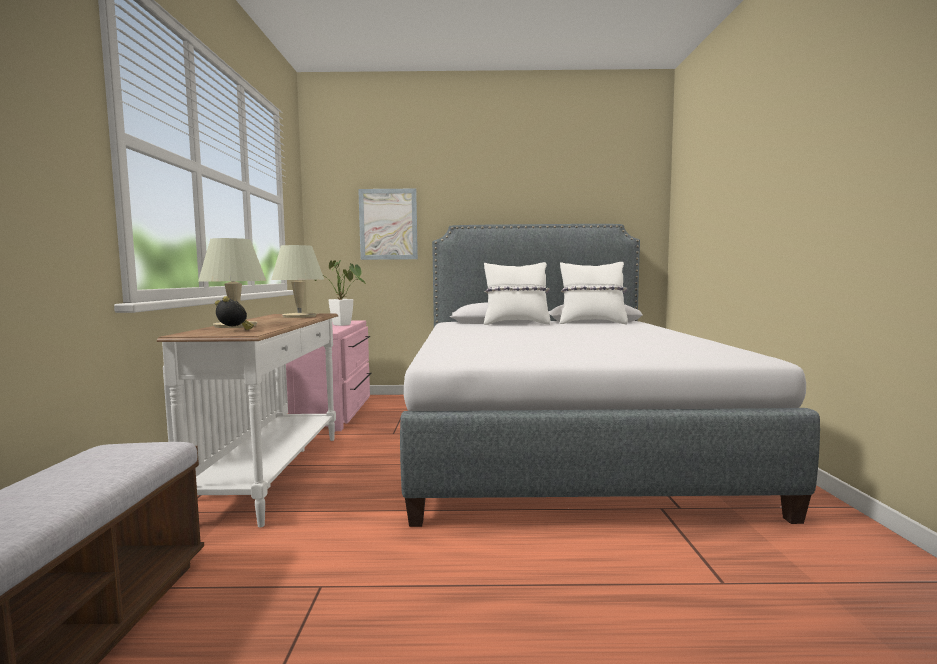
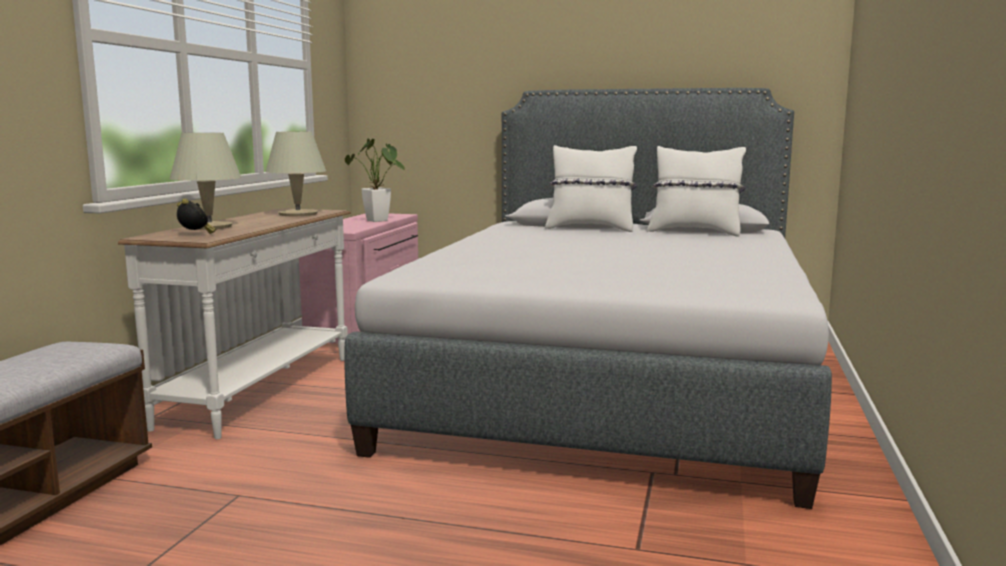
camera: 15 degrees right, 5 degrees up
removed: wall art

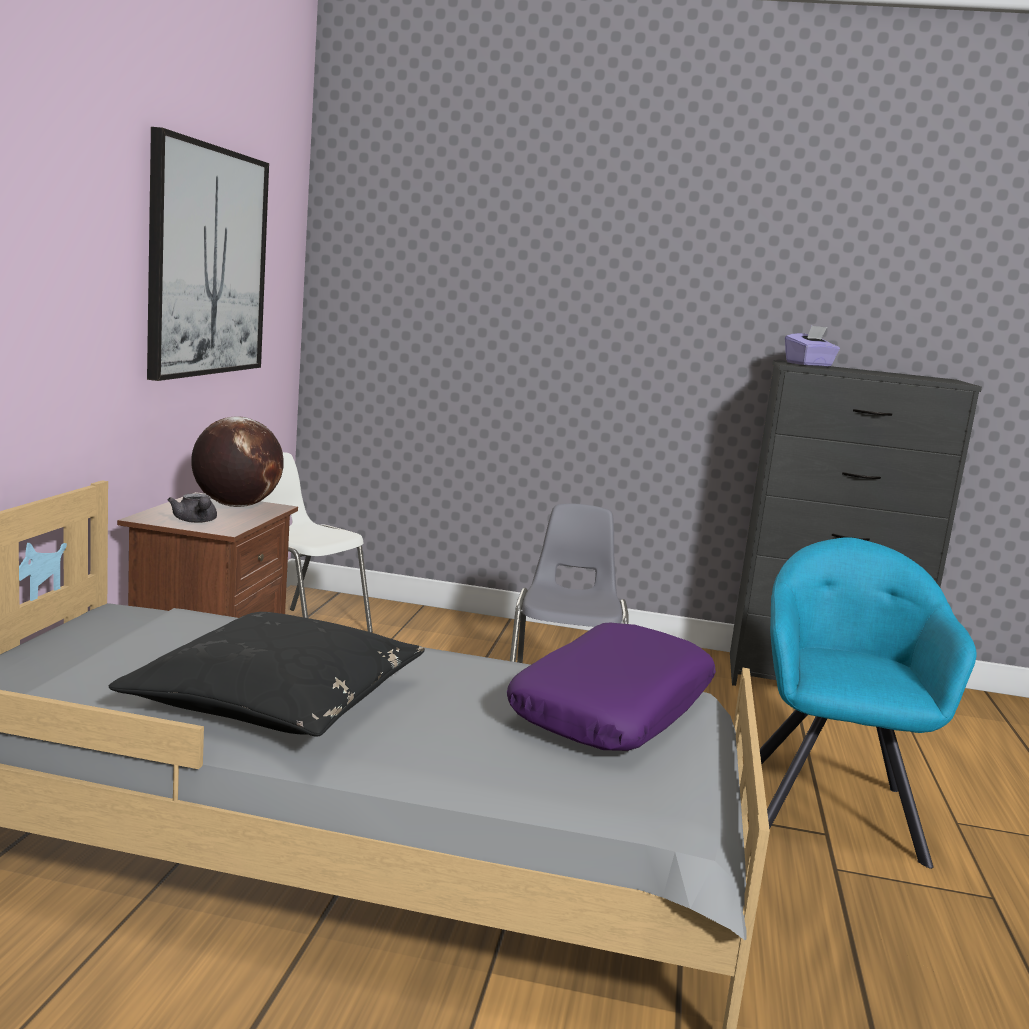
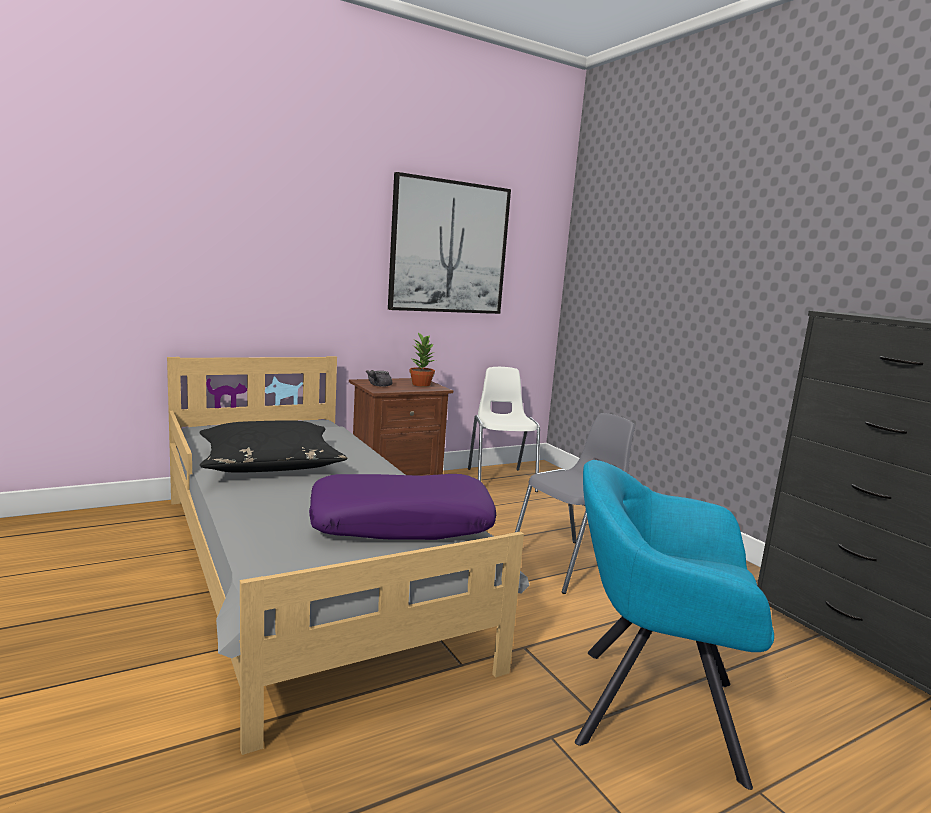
camera: 50 degrees right, 0 degrees up
removed: purple-coloured tissue box
replaced: desk globe to plant in a pot
turned: turquoise-coloured easy chair 135 degrees counterclockwise

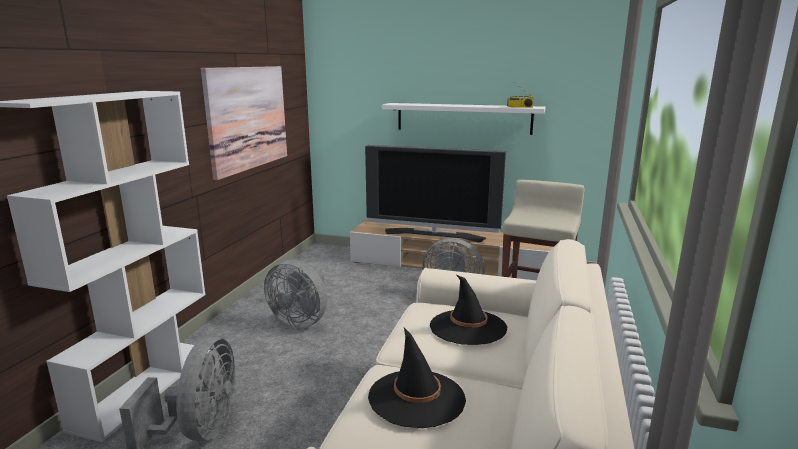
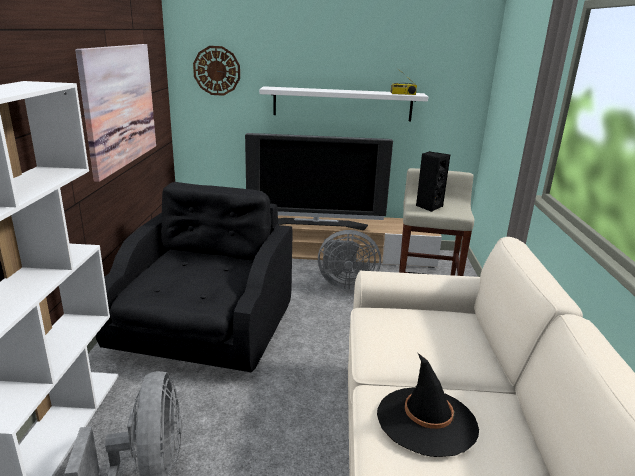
camera: 15 degrees left, 5 degrees up
removed: blackish wearable hat (2nd from left)
added: wall clock; blackish audio speaker
replaced: grey electric fan (2nd from left) to blackish easy chair

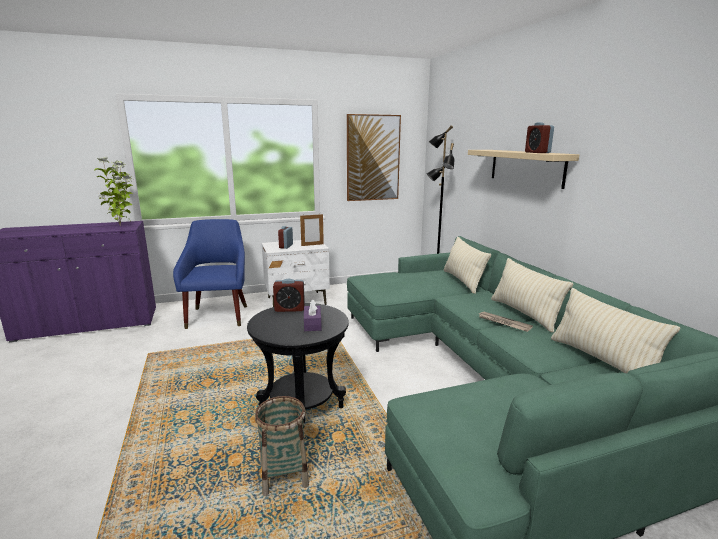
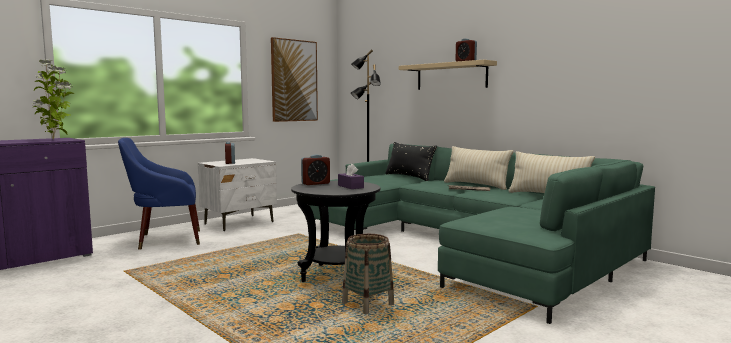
camera: 25 degrees left, 10 degrees down
removed: picture frame
recoloured: beige throw pillow (1st from left) to blackish throw pillow
turned: bluish easy chair 75 degrees counterclockwise

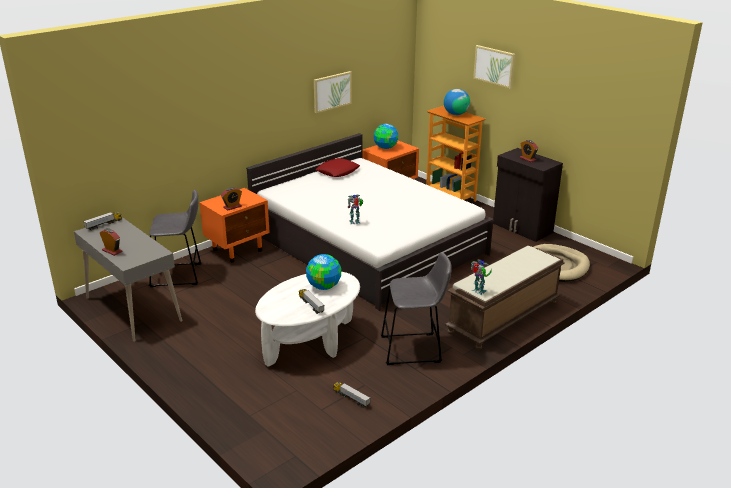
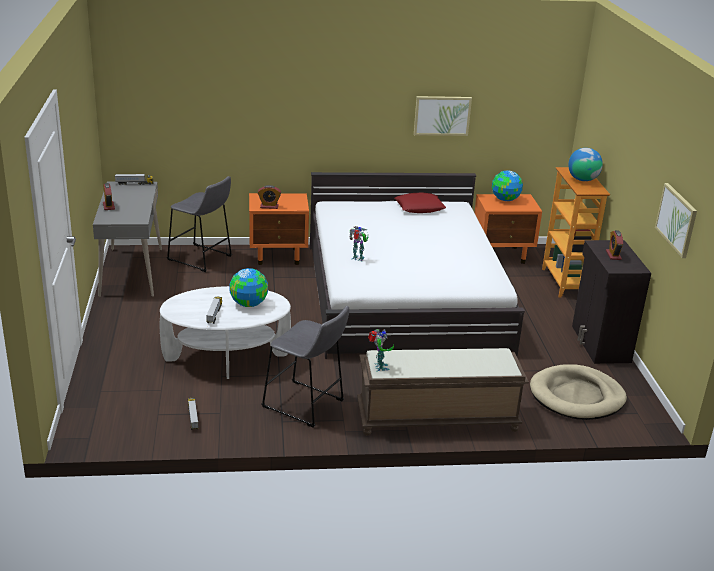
camera: 35 degrees right, 0 degrees up
moved: wall art (2nd from left)

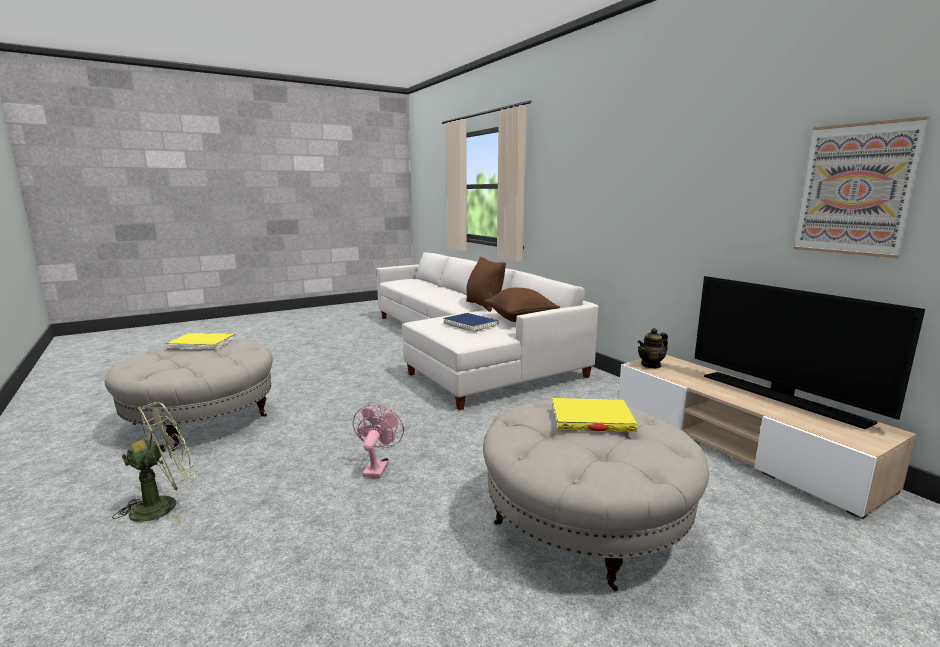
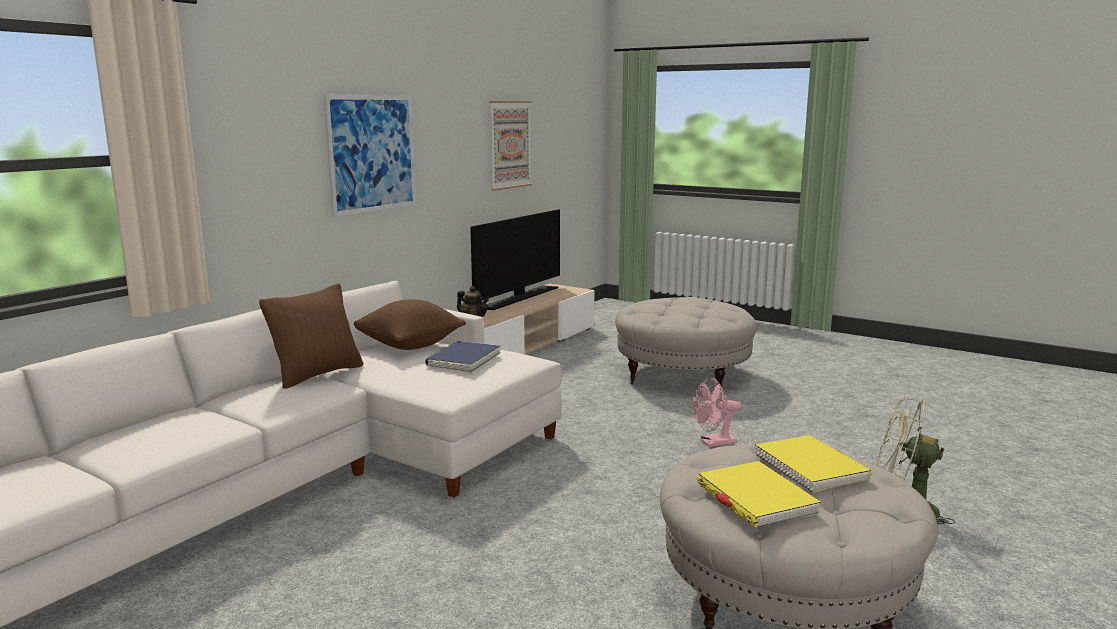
camera: 115 degrees left, 0 degrees up
added: wall art (1st from left)
moved: yellow-coloured bound book (2nd from left)

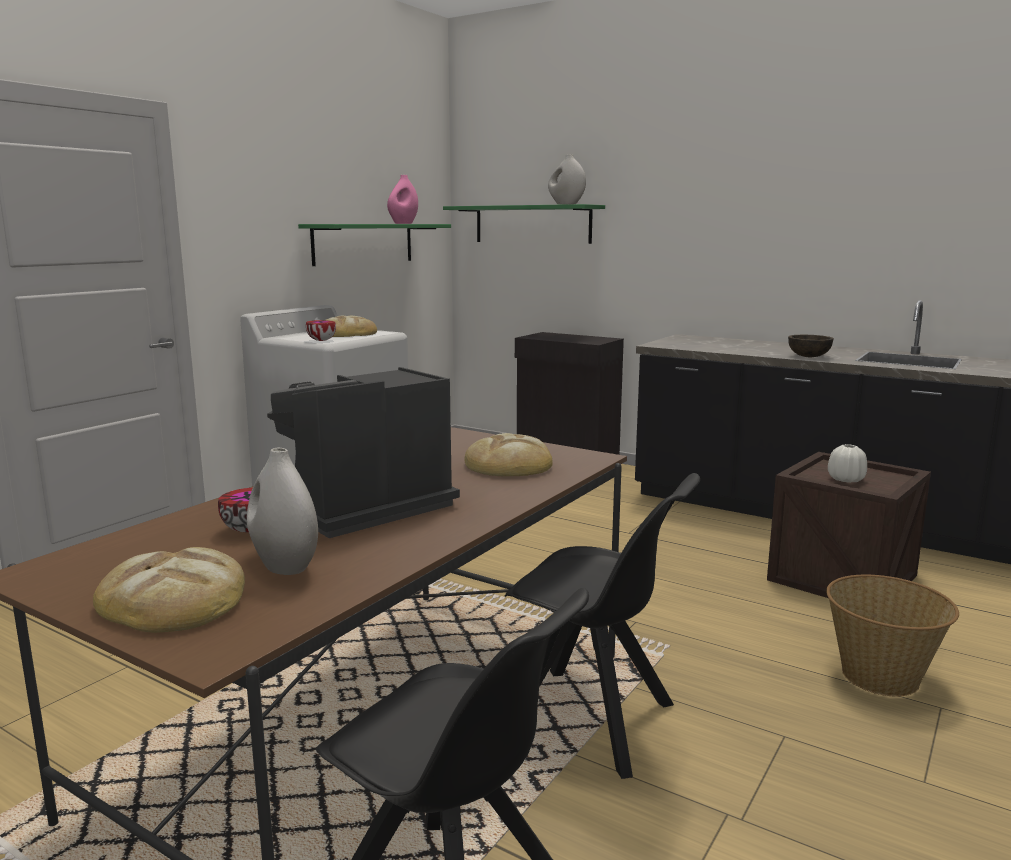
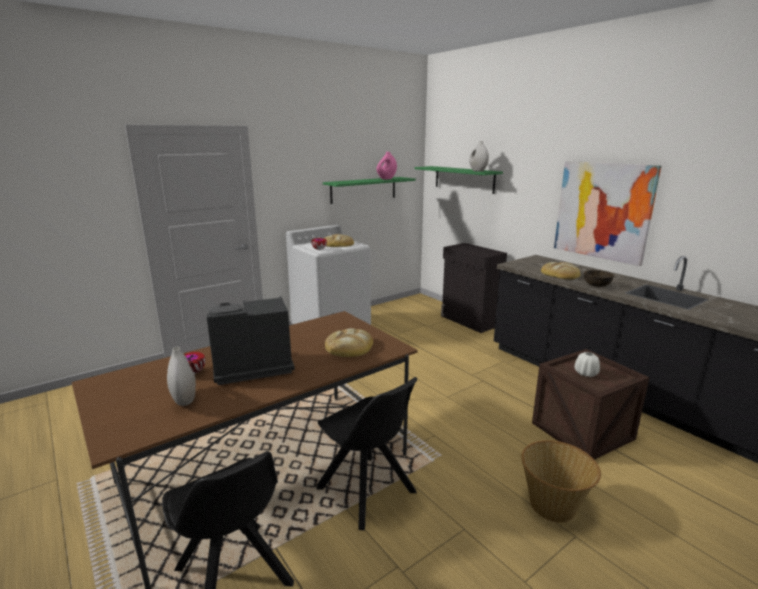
camera: 20 degrees right, 5 degrees up
added: wall art
moved: bread (1st from left in the first image) to bread (3rd from left)

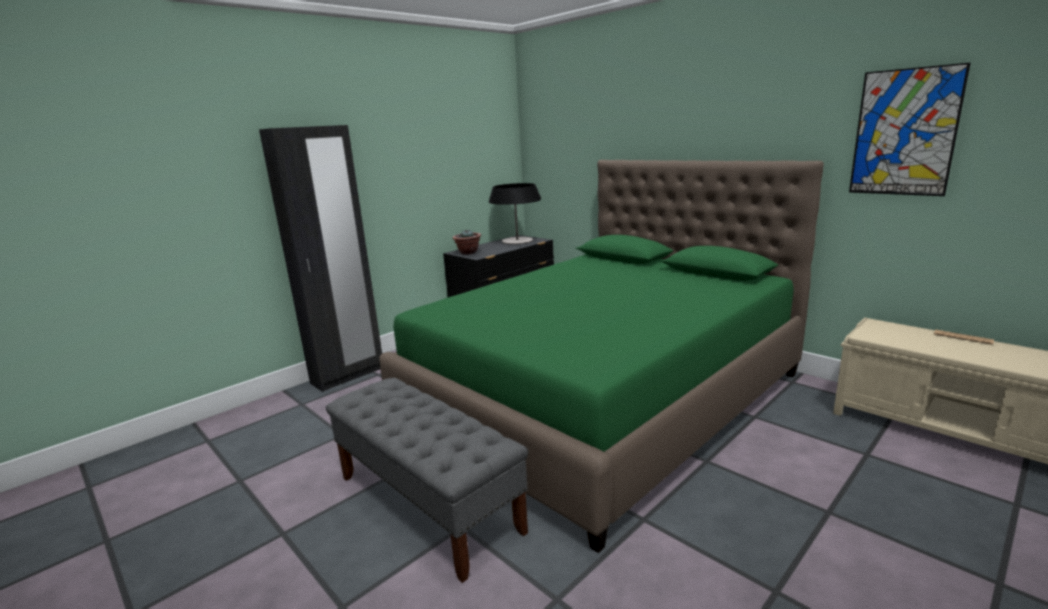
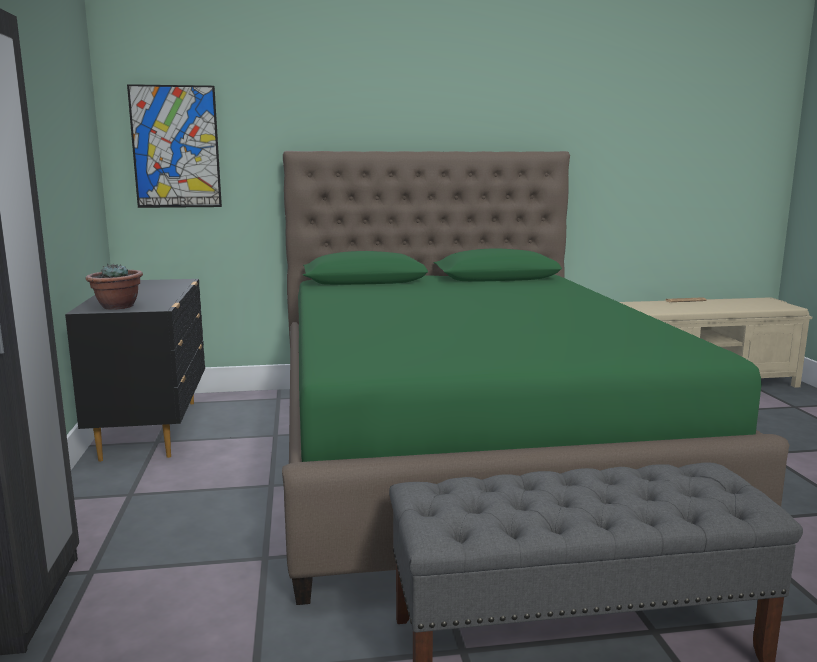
camera: 55 degrees left, 5 degrees down
removed: tabletop lamp
moved: wall art

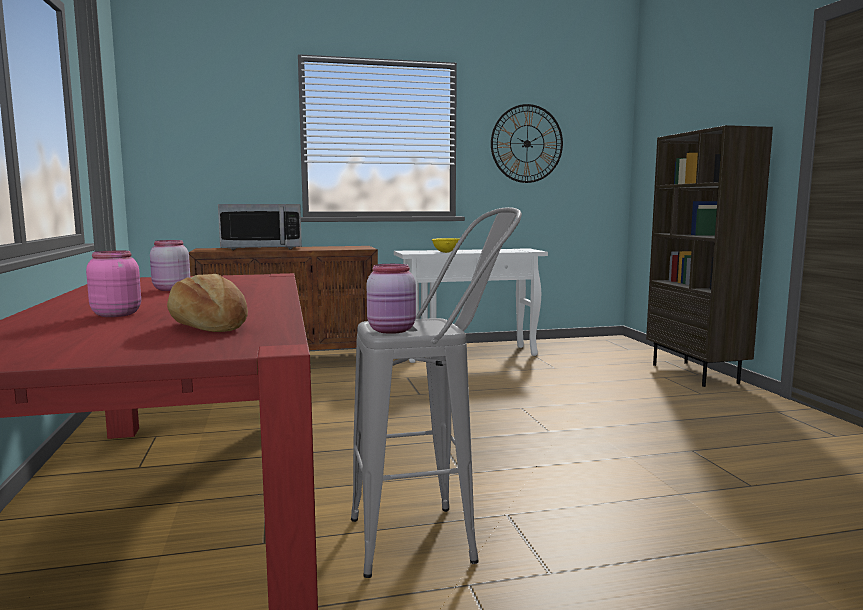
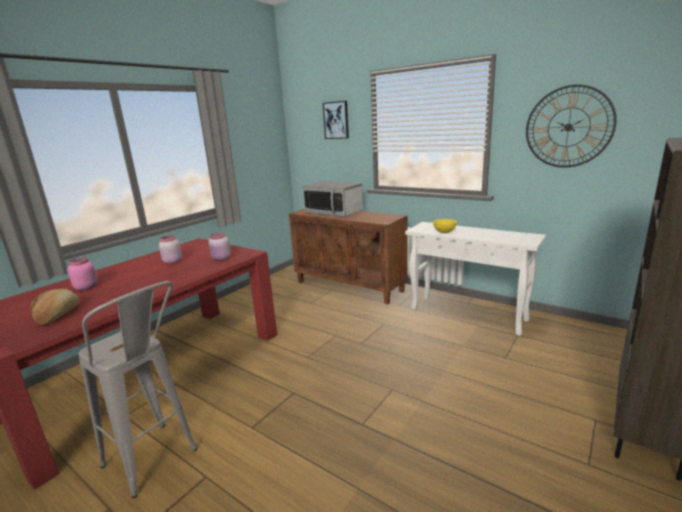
camera: 50 degrees right, 10 degrees up
added: wall art
moved: pink jar (3rd from left)

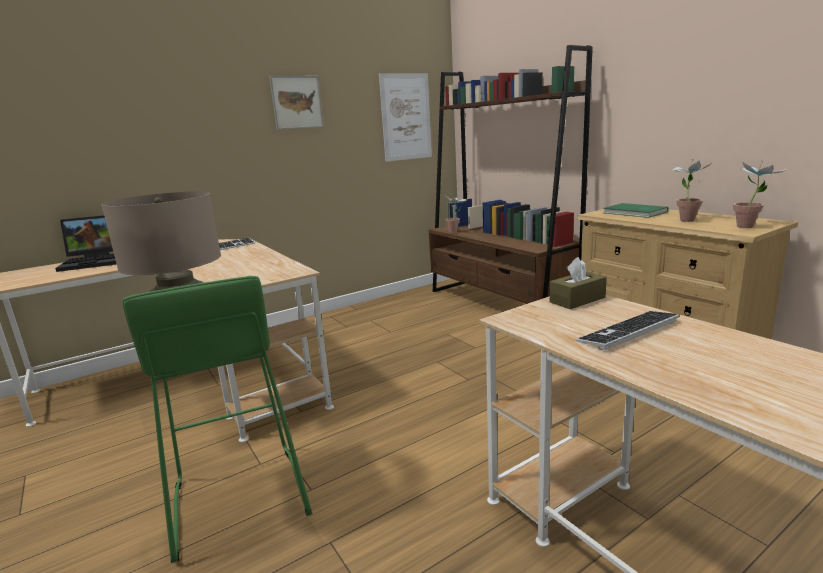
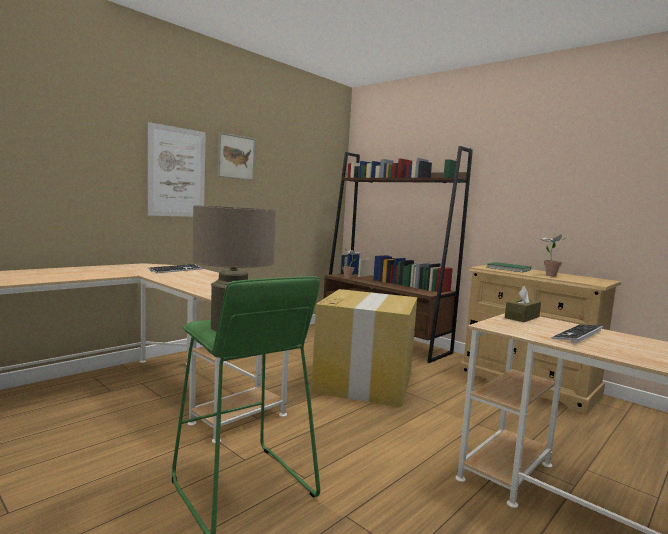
camera: 15 degrees left, 10 degrees down
removed: portable computer; plant in a pot (3rd from left)
added: packing box
moved: wall art (2nd from left in the first image) to wall art (1st from left)

